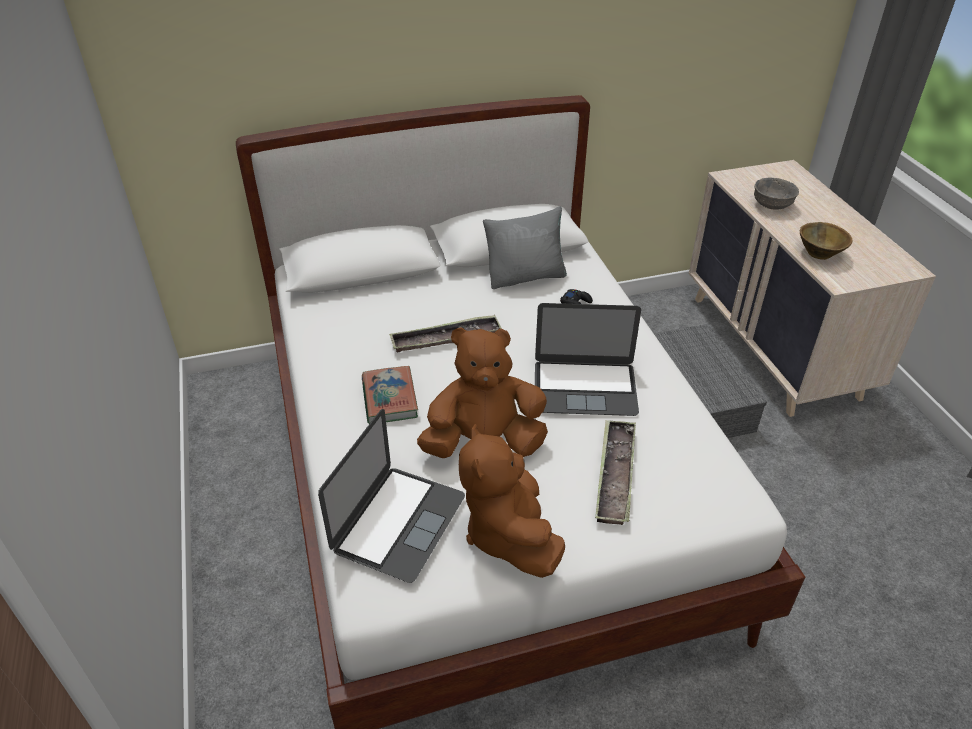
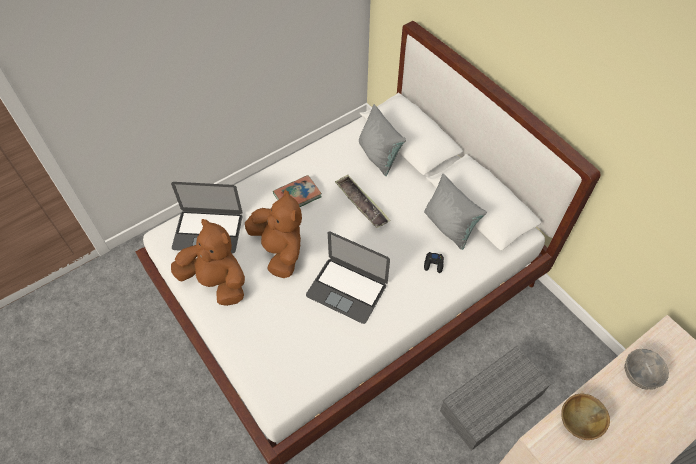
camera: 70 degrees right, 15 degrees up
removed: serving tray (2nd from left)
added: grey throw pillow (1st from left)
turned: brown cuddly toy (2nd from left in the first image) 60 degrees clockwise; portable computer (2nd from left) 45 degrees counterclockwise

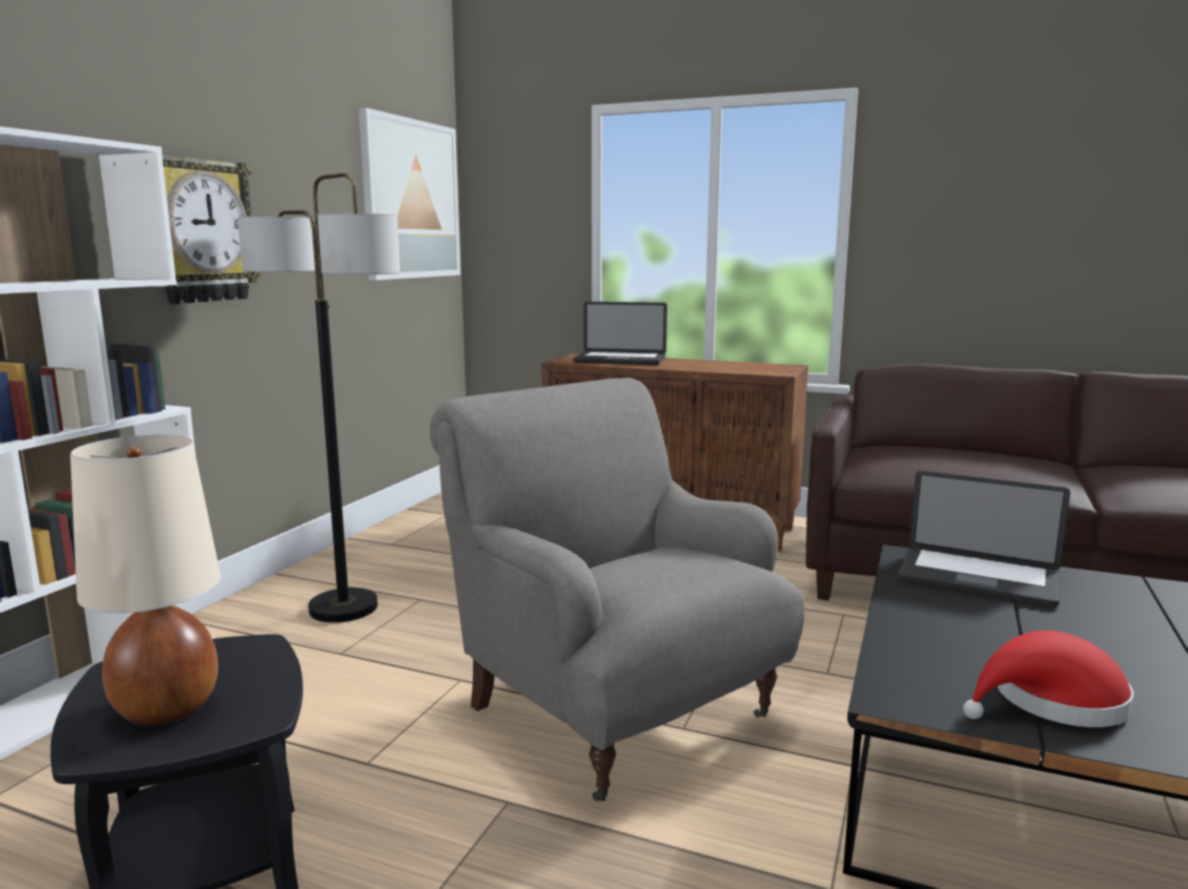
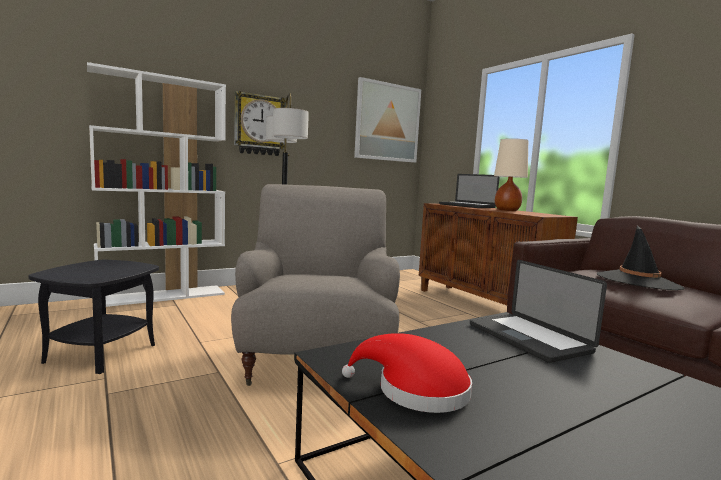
camera: 35 degrees right, 5 degrees down
added: blackish wearable hat
moved: beige tabletop lamp

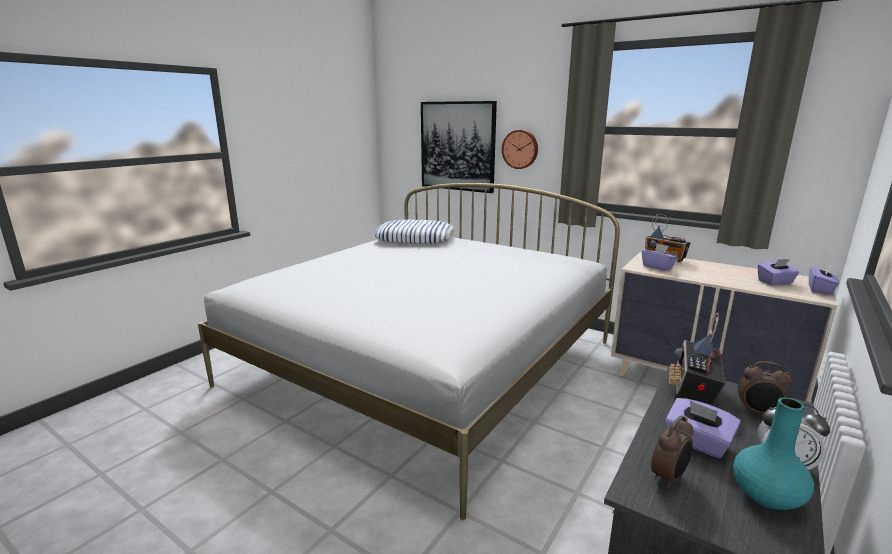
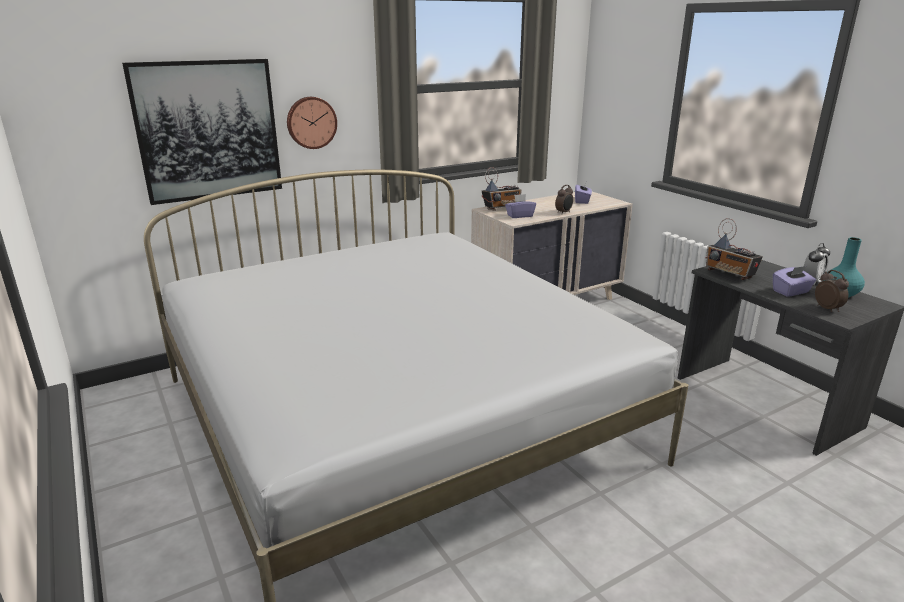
camera: 65 degrees left, 5 degrees up
removed: throw pillow; purple-coloured tissue box (4th from left)
moved: table clock (2nd from left in the first image) to table clock (1st from left)

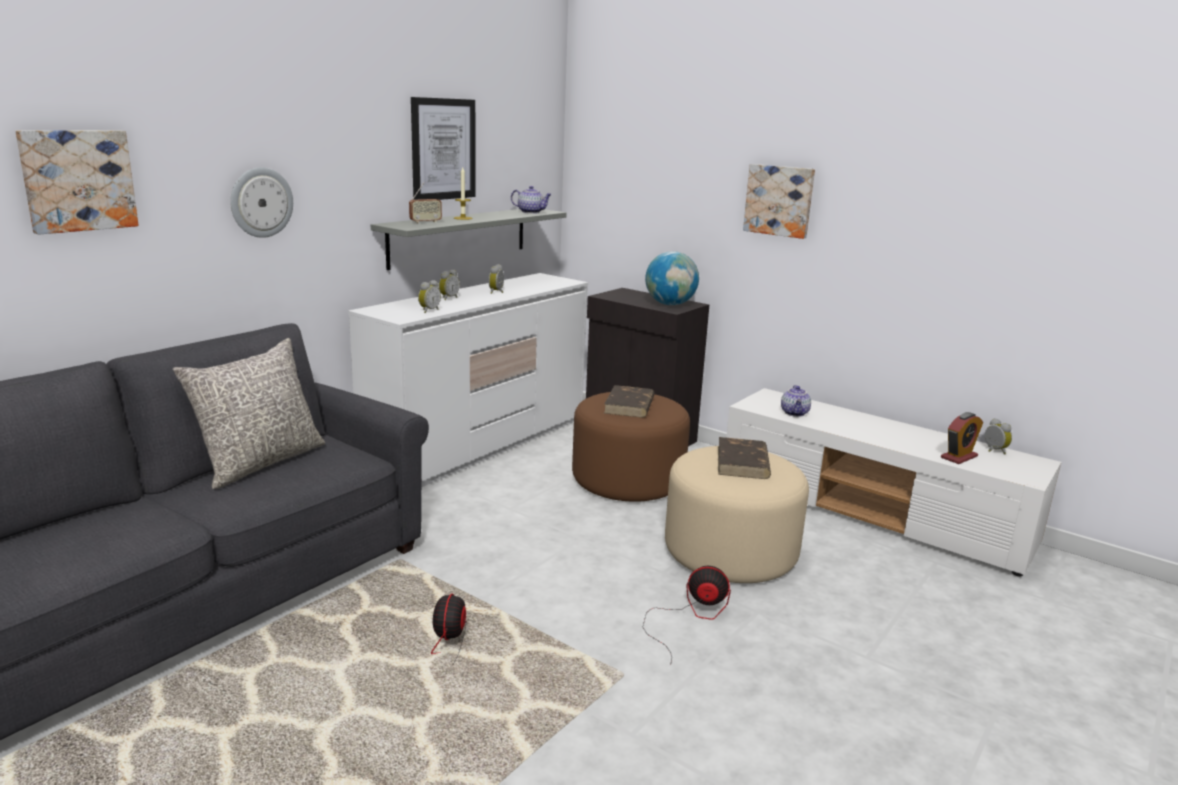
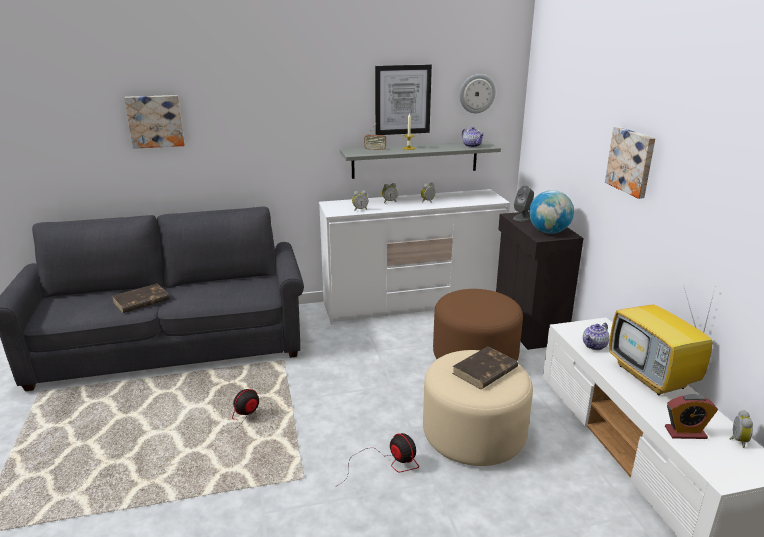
camera: 40 degrees right, 5 degrees up
removed: grey throw pillow
added: grey audio speaker; TV set
moved: wall clock; brown bound book (1st from left)

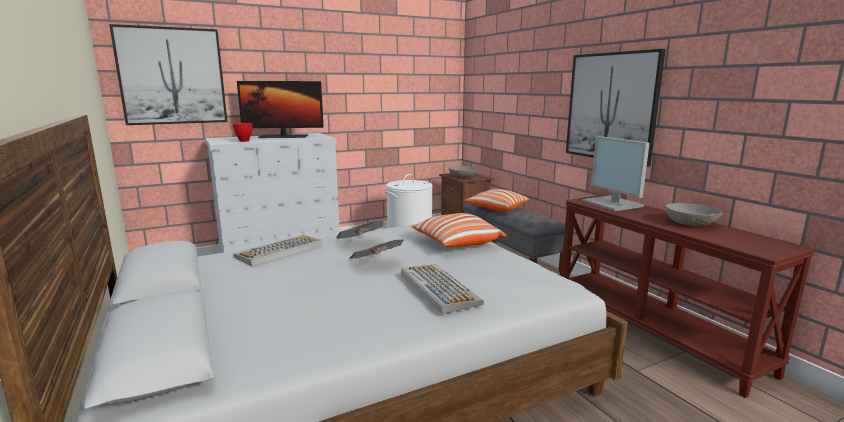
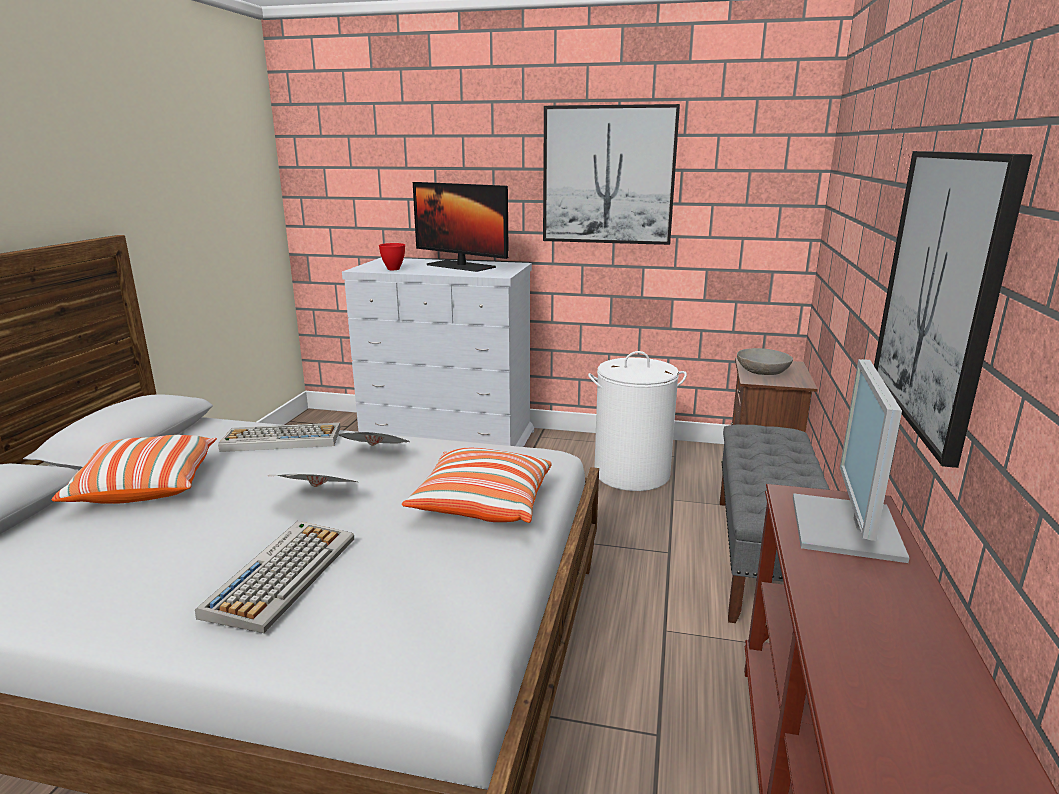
camera: 40 degrees right, 5 degrees up
removed: grey bowl (2nd from left)
moved: wall art (1st from left); throw pillow (2nd from left in the first image) to throw pillow (1st from left)

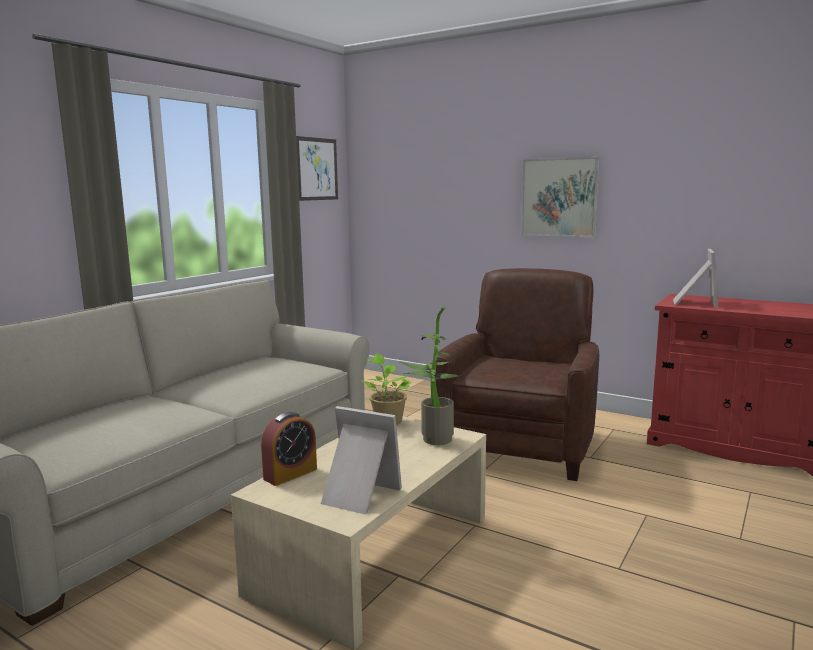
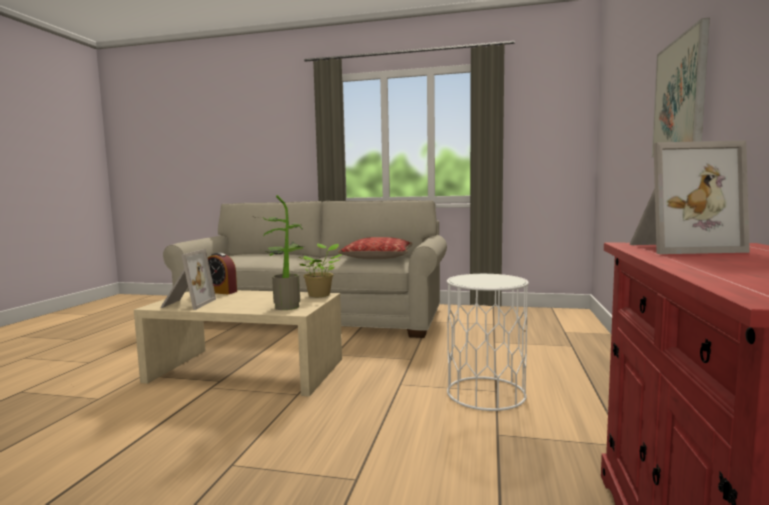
camera: 70 degrees right, 5 degrees down
removed: wall art (1st from left)
added: throw pillow
replaced: brown easy chair to white-coloured accent table

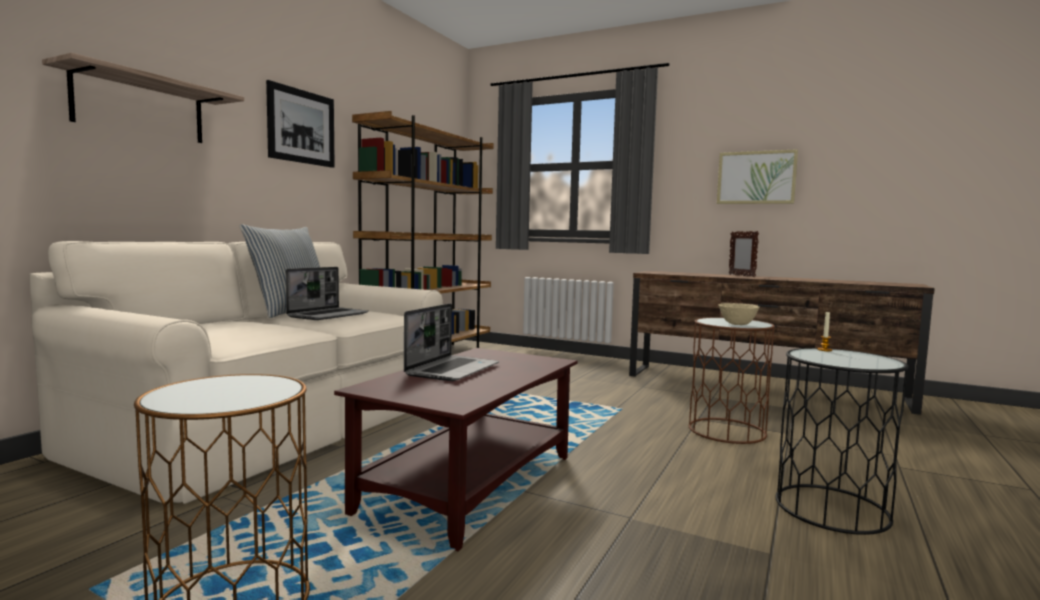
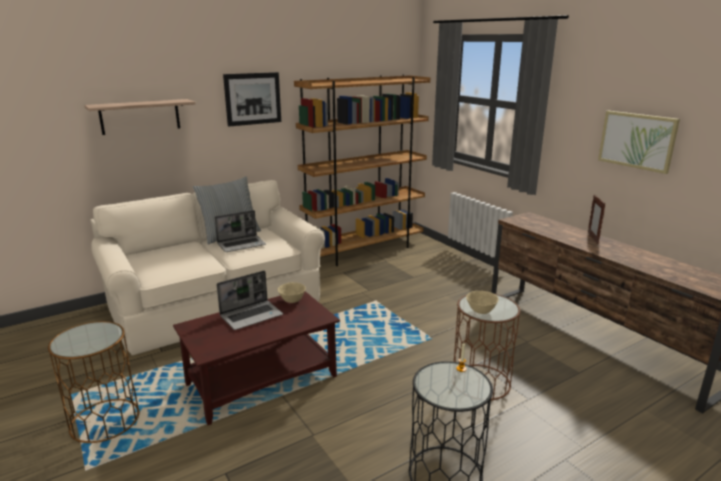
camera: 30 degrees right, 15 degrees up
added: beige bowl (1st from left)

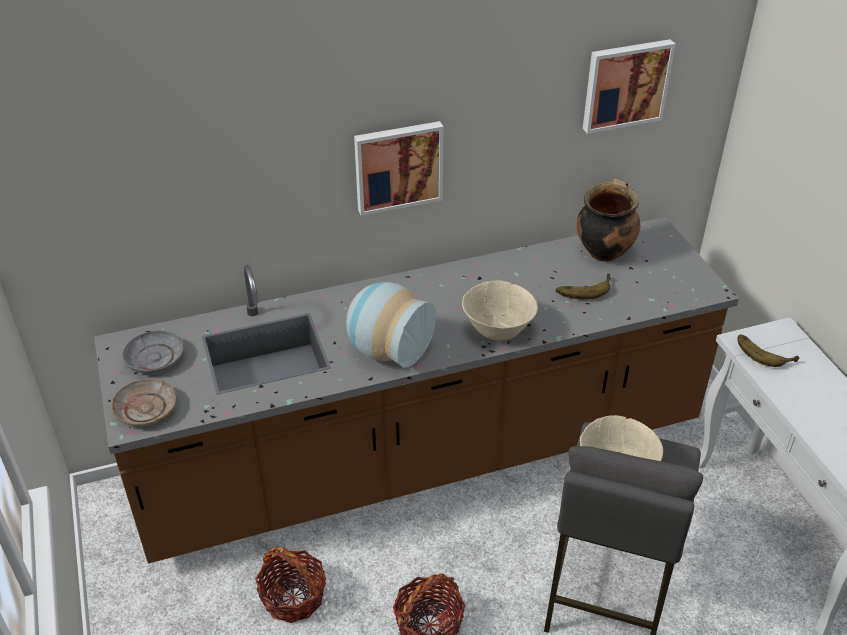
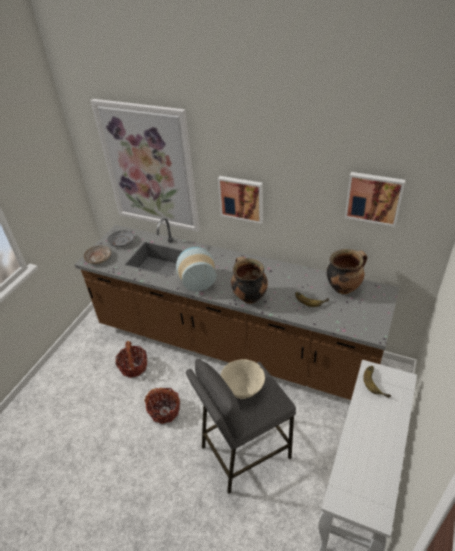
camera: 45 degrees right, 0 degrees up
added: wall art (1st from left)
replaced: beige bowl (1st from left) to stockpot (1st from left)

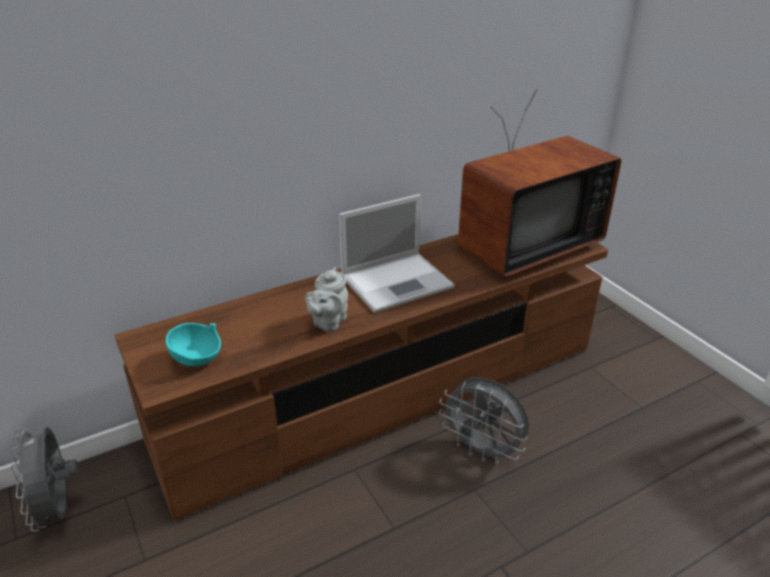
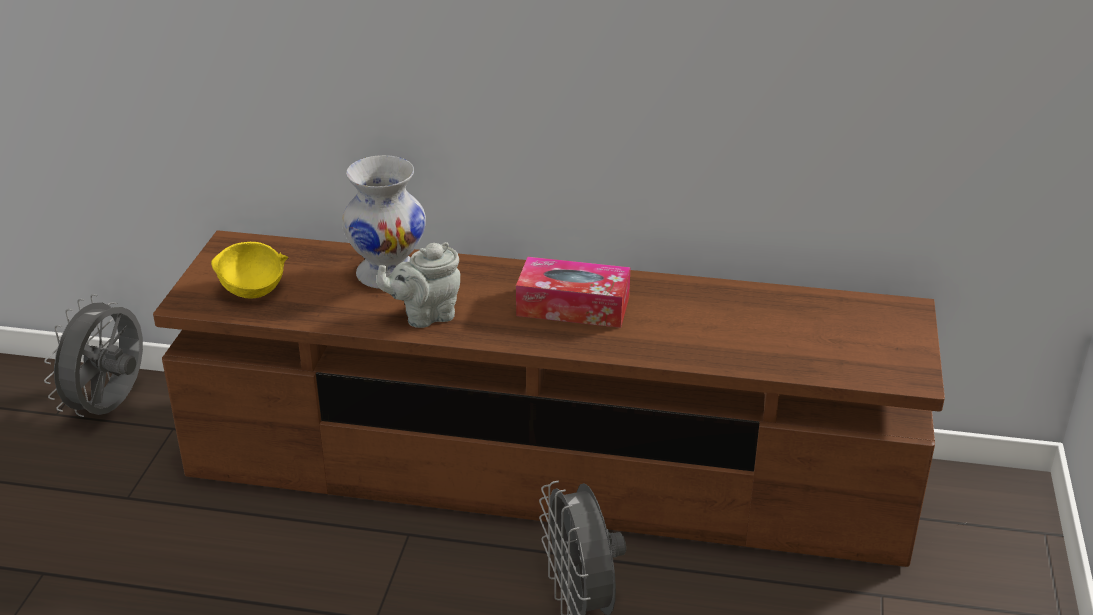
camera: 40 degrees right, 0 degrees up
removed: TV set
added: white-coloured flower vase
replaced: portable computer to tissue box
recoloured: turquoise-coloured bowl to yellow-coloured bowl

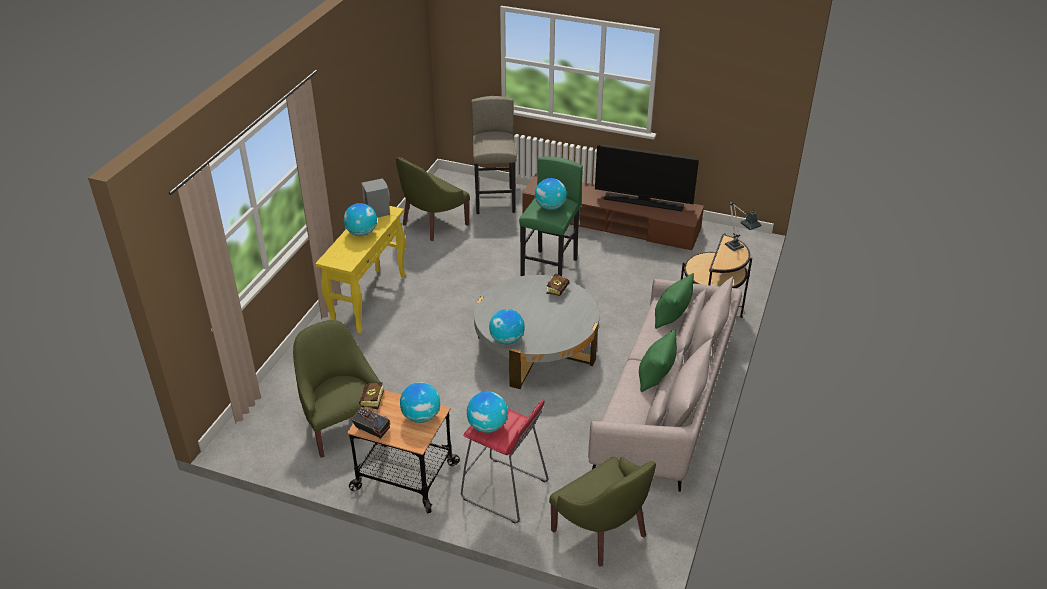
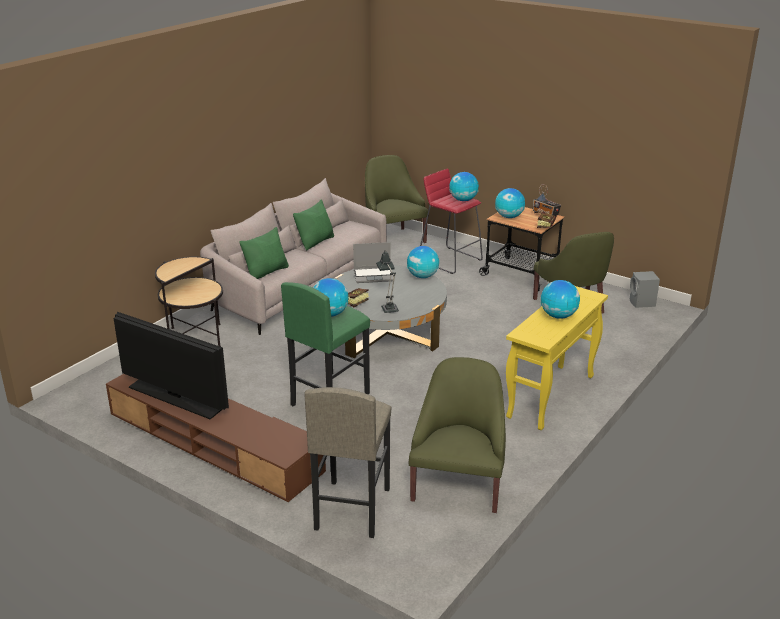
camera: 165 degrees left, 10 degrees down
added: portable computer
moved: grey audio speaker; tabletop lamp
turned: green easy chair (2nd from left) 45 degrees counterclockwise

